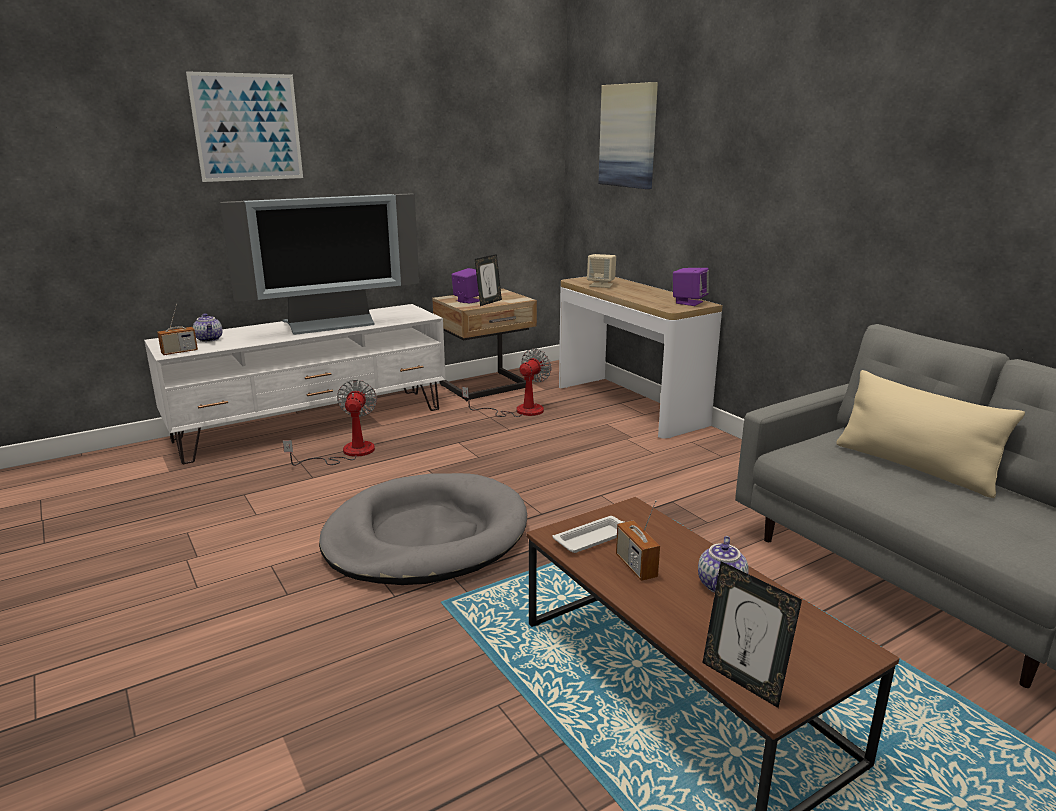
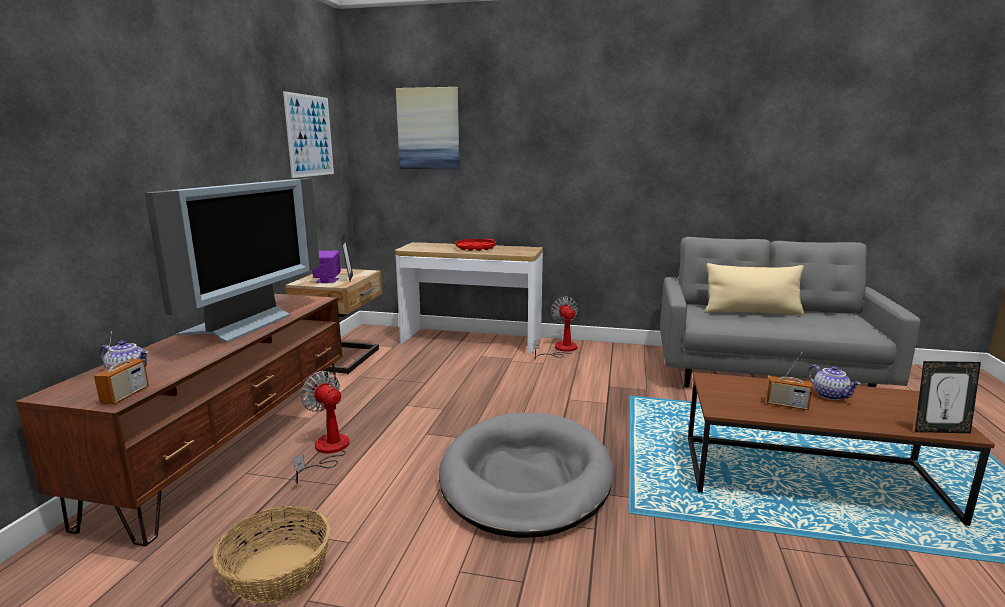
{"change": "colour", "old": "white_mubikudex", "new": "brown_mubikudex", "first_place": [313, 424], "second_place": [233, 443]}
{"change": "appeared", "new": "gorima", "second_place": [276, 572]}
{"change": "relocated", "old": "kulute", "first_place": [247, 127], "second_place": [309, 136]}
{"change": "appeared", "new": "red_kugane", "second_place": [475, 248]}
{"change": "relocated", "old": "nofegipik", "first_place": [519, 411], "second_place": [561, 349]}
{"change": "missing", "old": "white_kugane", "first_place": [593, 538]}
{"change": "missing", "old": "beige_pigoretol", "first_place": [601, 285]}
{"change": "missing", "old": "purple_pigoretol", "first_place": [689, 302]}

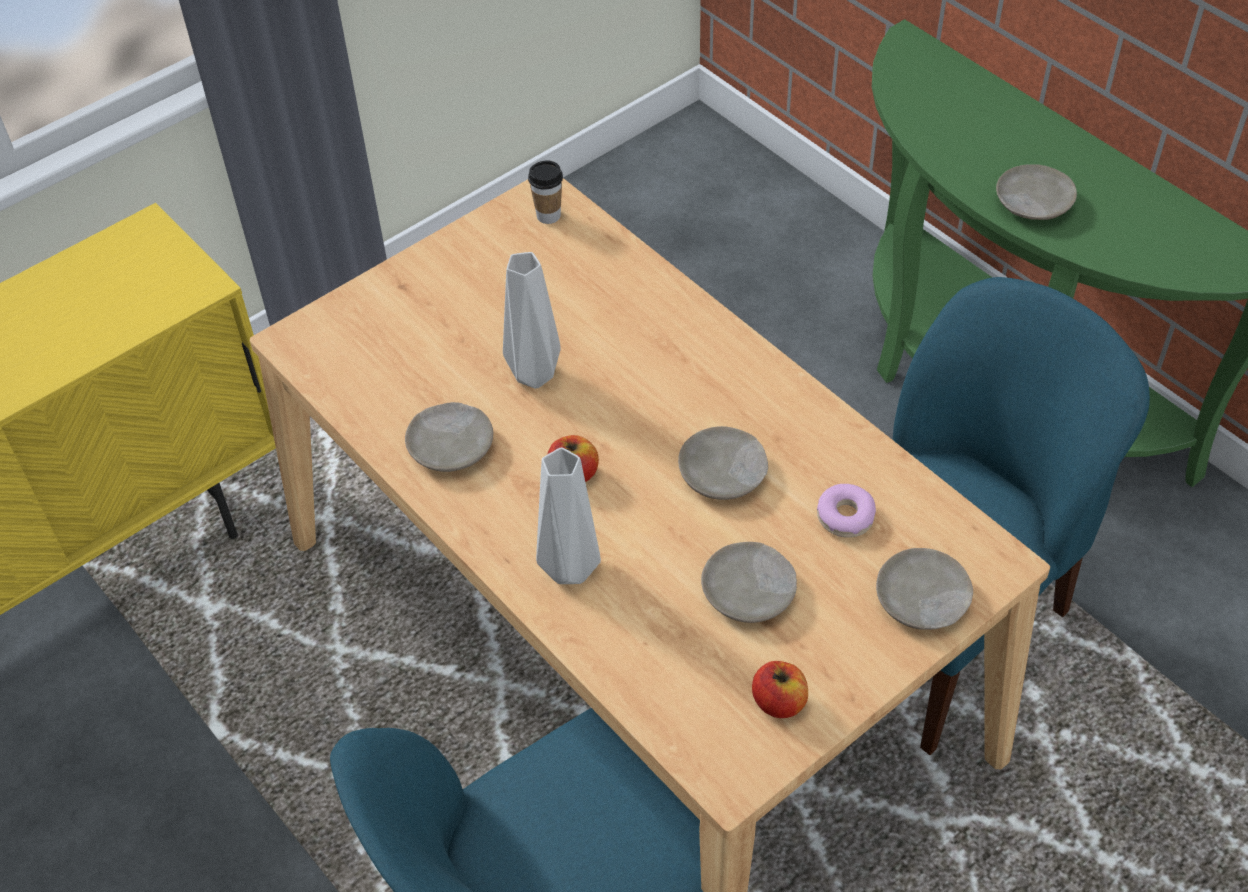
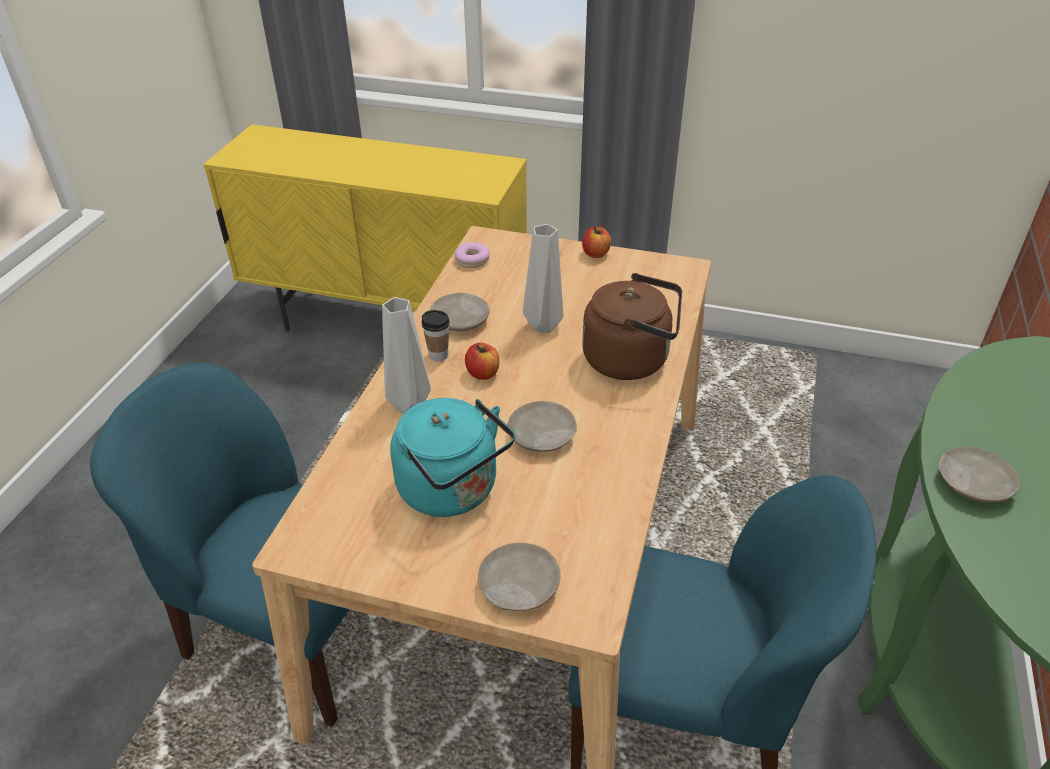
{"change": "exchanged", "old": "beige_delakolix", "new": "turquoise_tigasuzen", "first_place": [749, 592], "second_place": [453, 491]}
{"change": "relocated", "old": "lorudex", "first_place": [548, 215], "second_place": [438, 355]}
{"change": "relocated", "old": "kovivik", "first_place": [845, 516], "second_place": [472, 260]}
{"change": "relocated", "old": "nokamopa", "first_place": [779, 702], "second_place": [596, 253]}
{"change": "appeared", "new": "brown_tigasuzen", "second_place": [631, 359]}

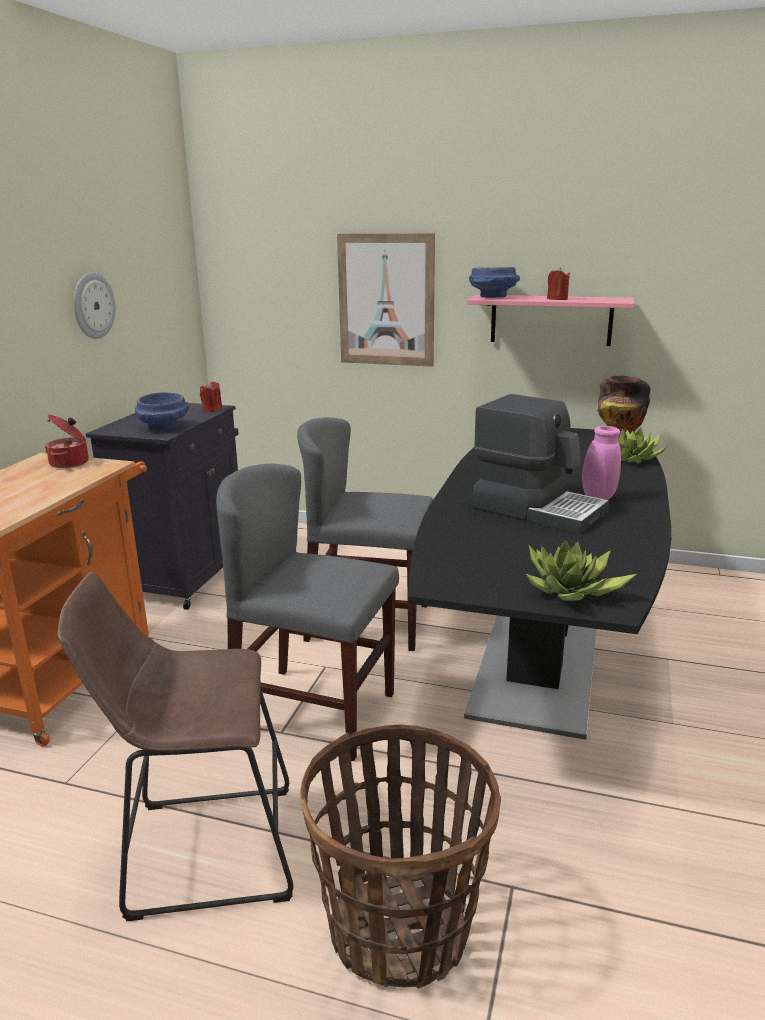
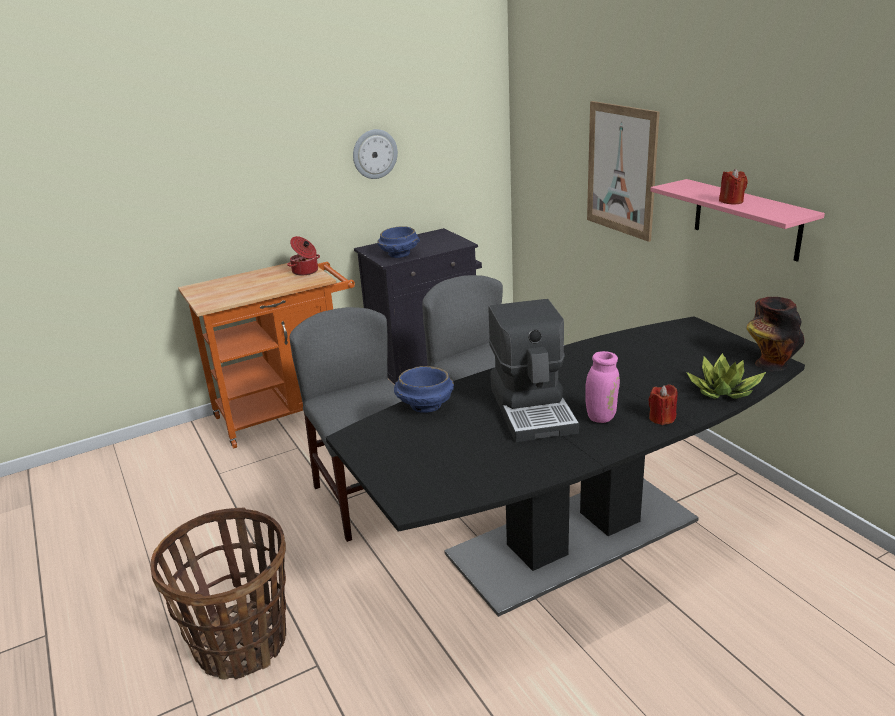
{"change": "relocated", "old": "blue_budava", "first_place": [492, 297], "second_place": [425, 406]}
{"change": "relocated", "old": "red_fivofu", "first_place": [212, 410], "second_place": [662, 418]}
{"change": "missing", "old": "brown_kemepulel", "first_place": [201, 850]}
{"change": "missing", "old": "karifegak", "first_place": [571, 591]}

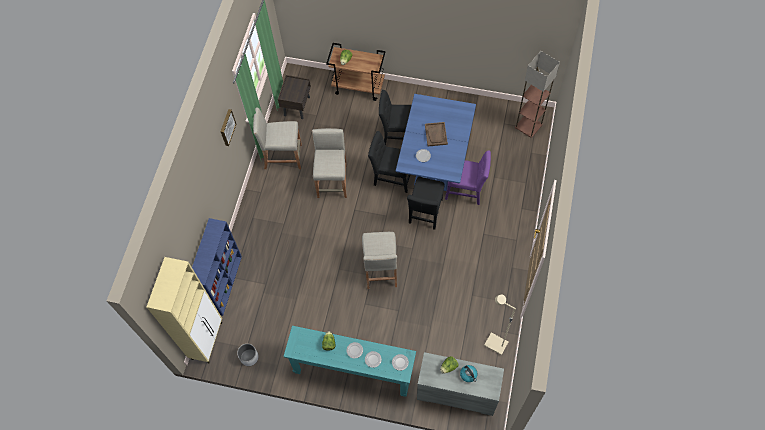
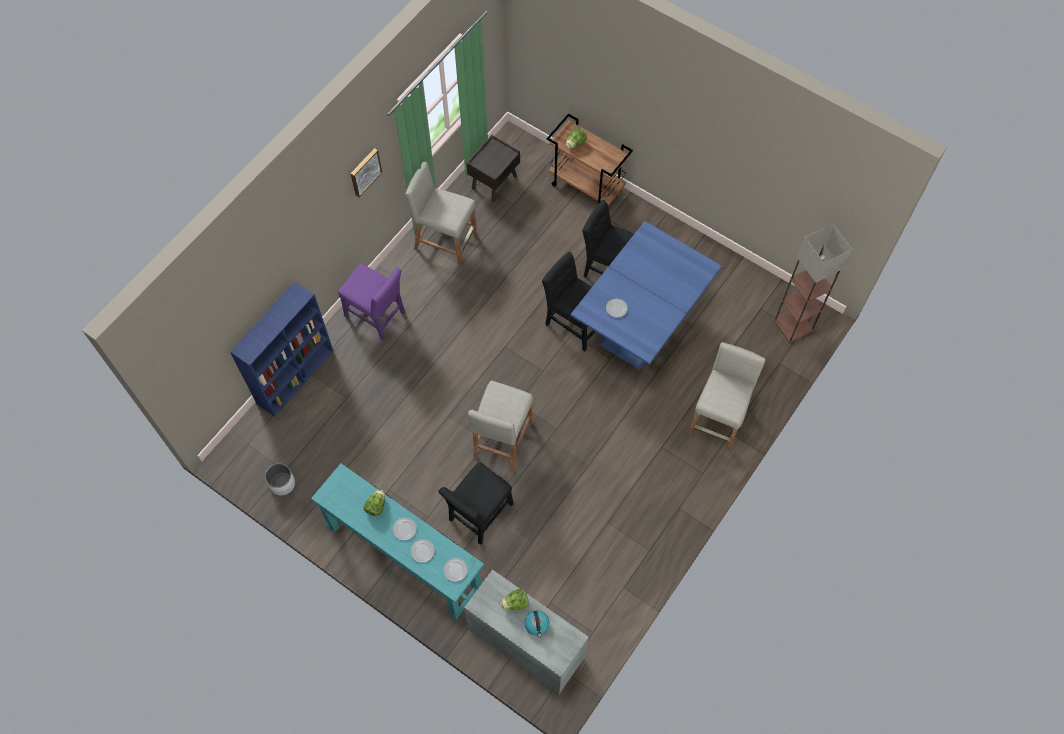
{"change": "relocated", "old": "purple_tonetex", "first_place": [466, 191], "second_place": [377, 316]}
{"change": "relocated", "old": "black_tonetex", "first_place": [425, 213], "second_place": [479, 515]}
{"change": "relocated", "old": "beige_kemepulel", "first_place": [333, 181], "second_place": [718, 419]}
{"change": "missing", "old": "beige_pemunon", "first_place": [207, 340]}
{"change": "missing", "old": "brown_kugane", "first_place": [436, 134]}
{"change": "missing", "old": "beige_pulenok", "first_place": [495, 344]}

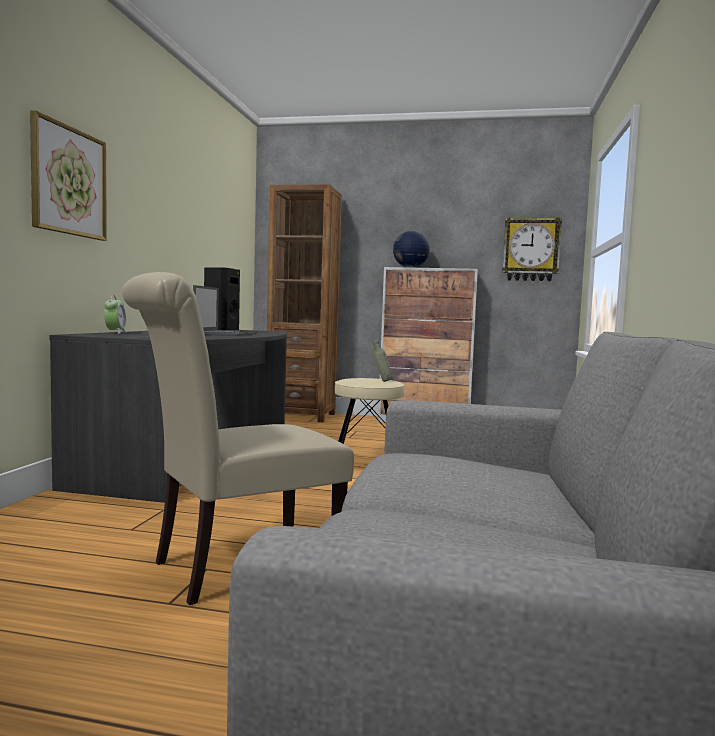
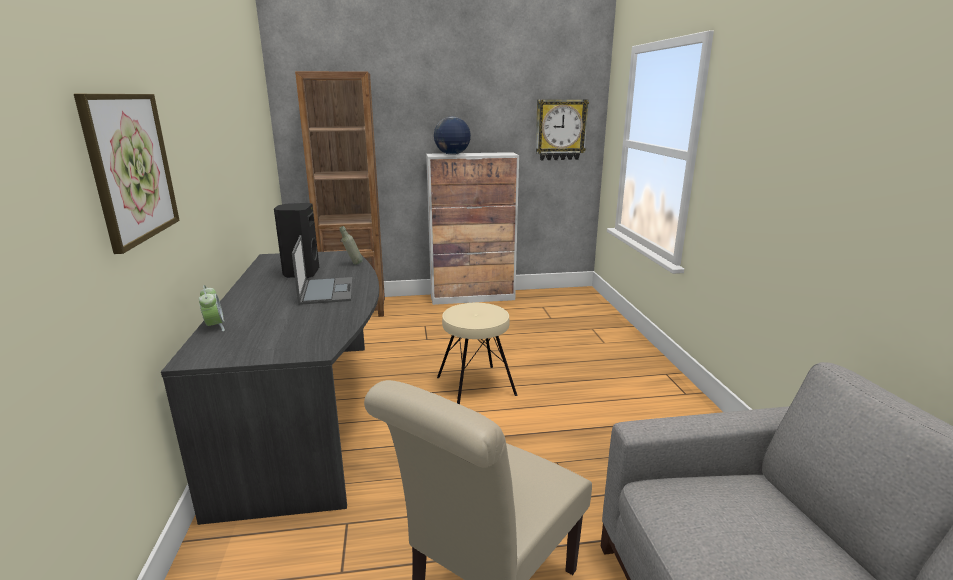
{"change": "relocated", "old": "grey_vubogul", "first_place": [381, 381], "second_place": [353, 264]}

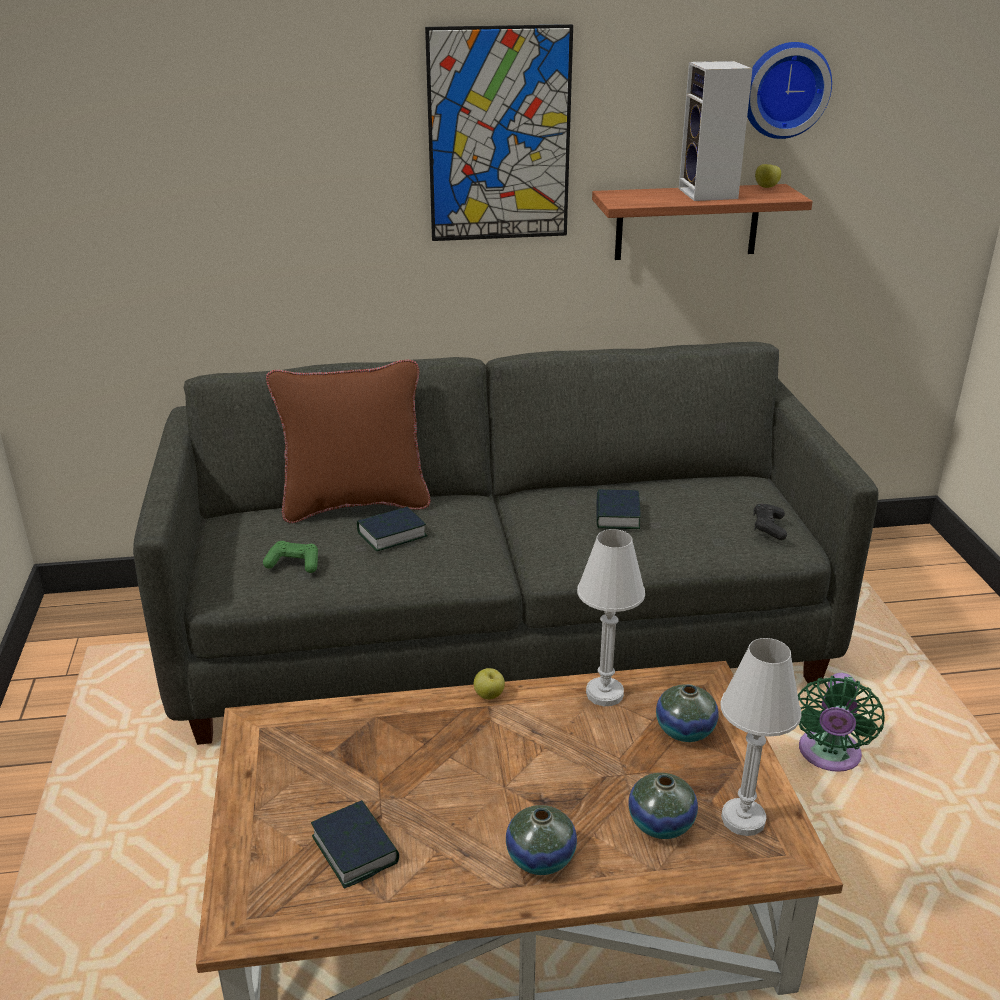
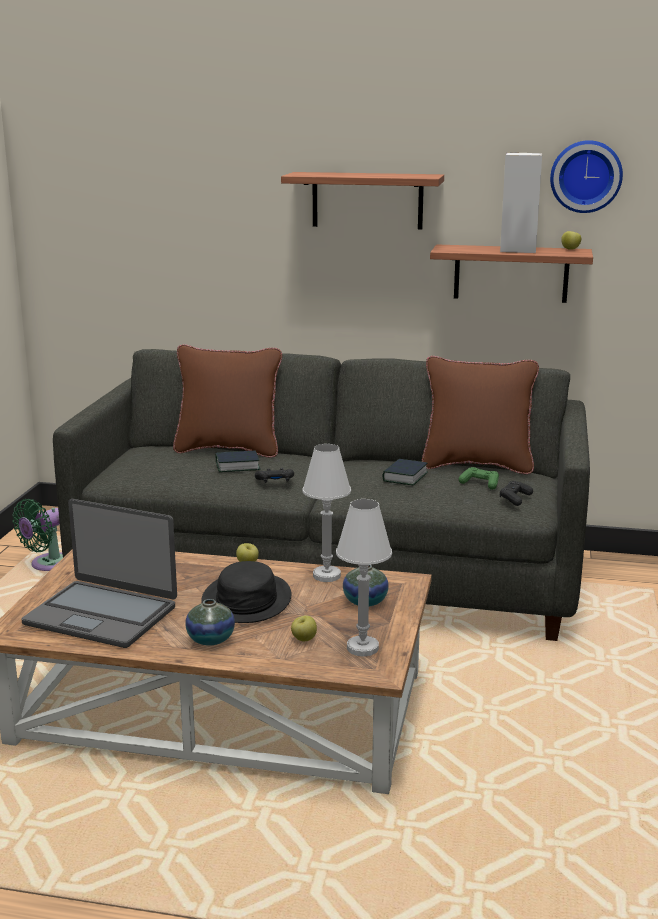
{"change": "relocated", "old": "green_nofegipik", "first_place": [828, 756], "second_place": [47, 565]}
{"change": "exchanged", "old": "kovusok", "new": "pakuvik", "first_place": [355, 849], "second_place": [102, 615]}
{"change": "appeared", "new": "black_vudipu", "second_place": [246, 600]}
{"change": "appeared", "new": "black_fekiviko", "second_place": [275, 481]}
{"change": "exchanged", "old": "kulute", "new": "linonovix", "first_place": [499, 136], "second_place": [367, 200]}
{"change": "exchanged", "old": "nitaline", "new": "nokamopa", "first_place": [661, 823], "second_place": [304, 639]}
{"change": "appeared", "new": "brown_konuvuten", "second_place": [477, 465]}
{"change": "relocated", "old": "green_fekiviko", "first_place": [294, 564], "second_place": [480, 484]}

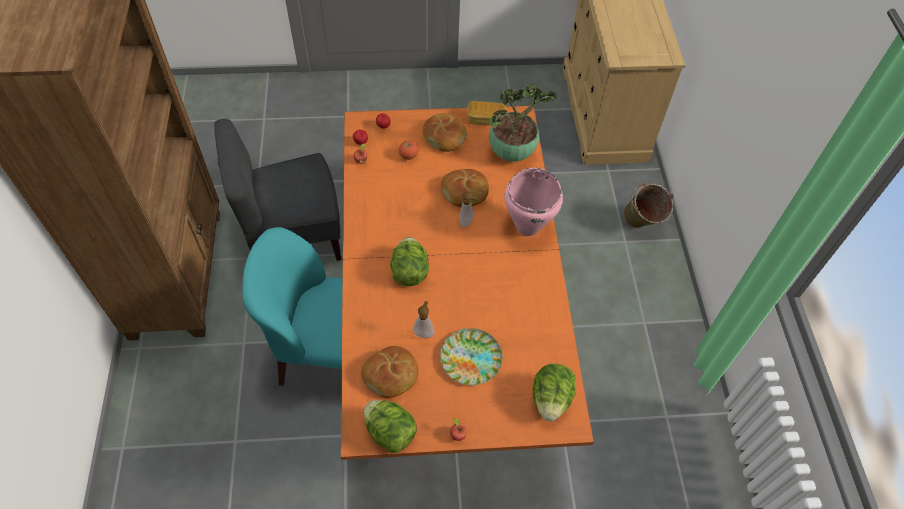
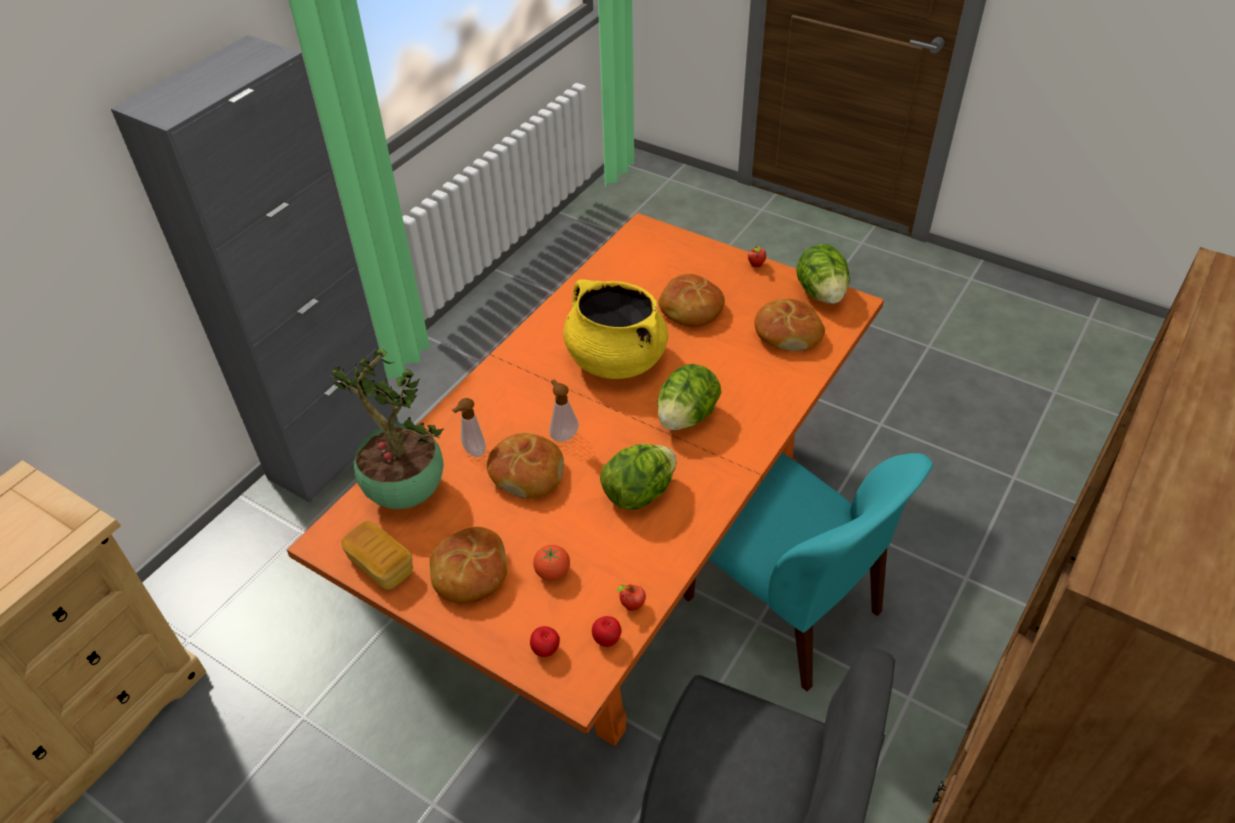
{"change": "appeared", "new": "grey_pemunon", "second_place": [334, 448]}
{"change": "relocated", "old": "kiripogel", "first_place": [424, 332], "second_place": [472, 452]}
{"change": "appeared", "new": "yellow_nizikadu", "second_place": [615, 359]}
{"change": "relocated", "old": "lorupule", "first_place": [551, 399], "second_place": [638, 493]}
{"change": "exchanged", "old": "delakolix", "new": "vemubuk", "first_place": [471, 358], "second_place": [690, 309]}
{"change": "missing", "old": "pink_nizikadu", "first_place": [527, 227]}
{"change": "missing", "old": "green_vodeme", "first_place": [641, 225]}

